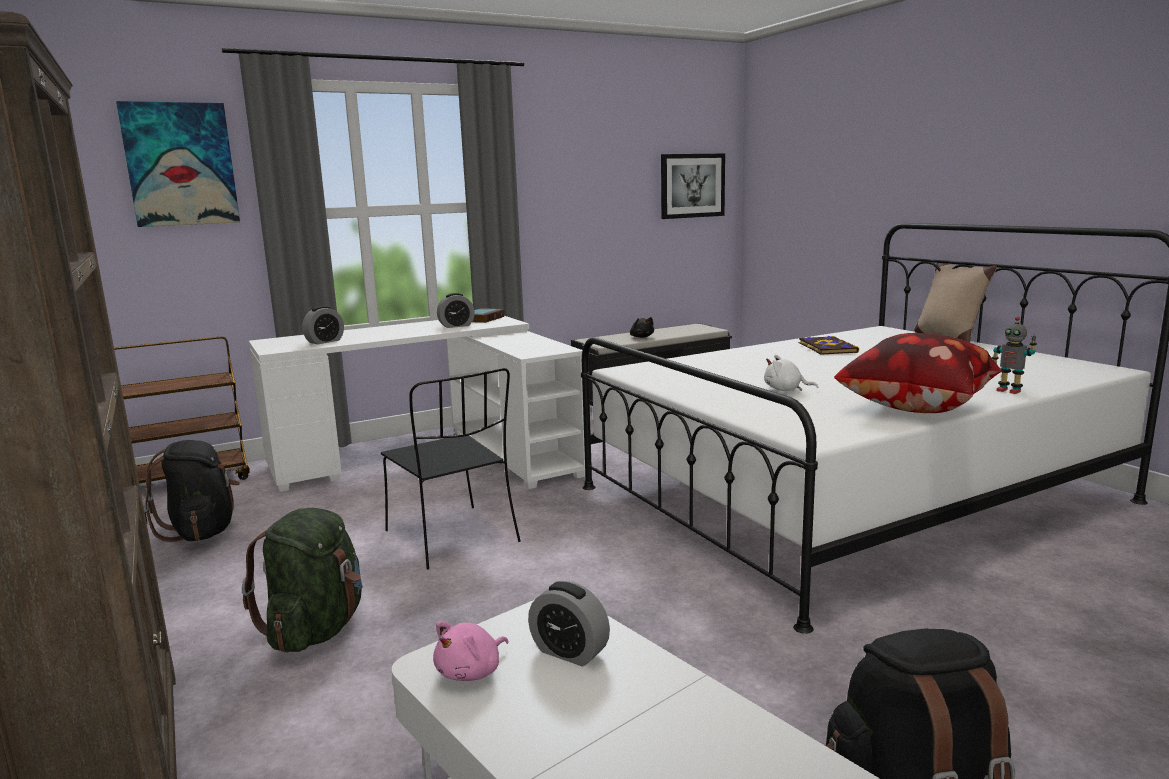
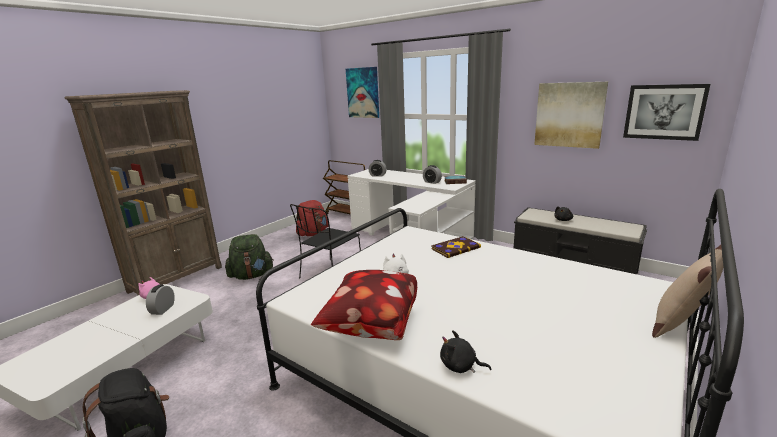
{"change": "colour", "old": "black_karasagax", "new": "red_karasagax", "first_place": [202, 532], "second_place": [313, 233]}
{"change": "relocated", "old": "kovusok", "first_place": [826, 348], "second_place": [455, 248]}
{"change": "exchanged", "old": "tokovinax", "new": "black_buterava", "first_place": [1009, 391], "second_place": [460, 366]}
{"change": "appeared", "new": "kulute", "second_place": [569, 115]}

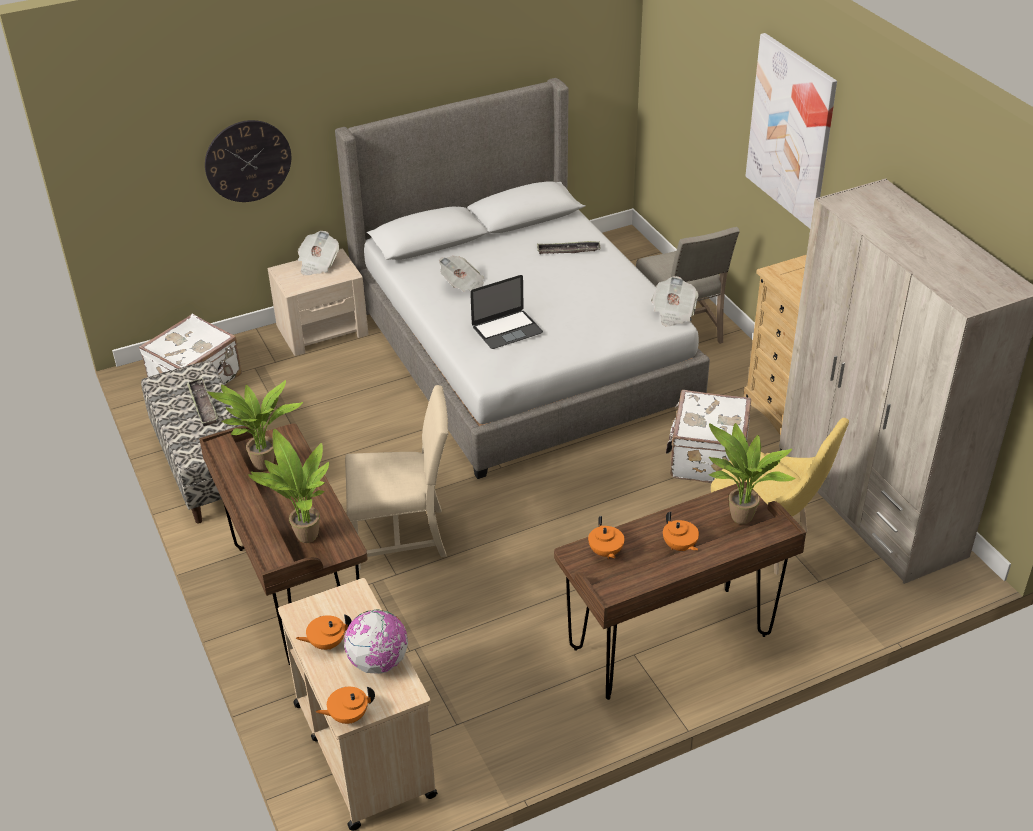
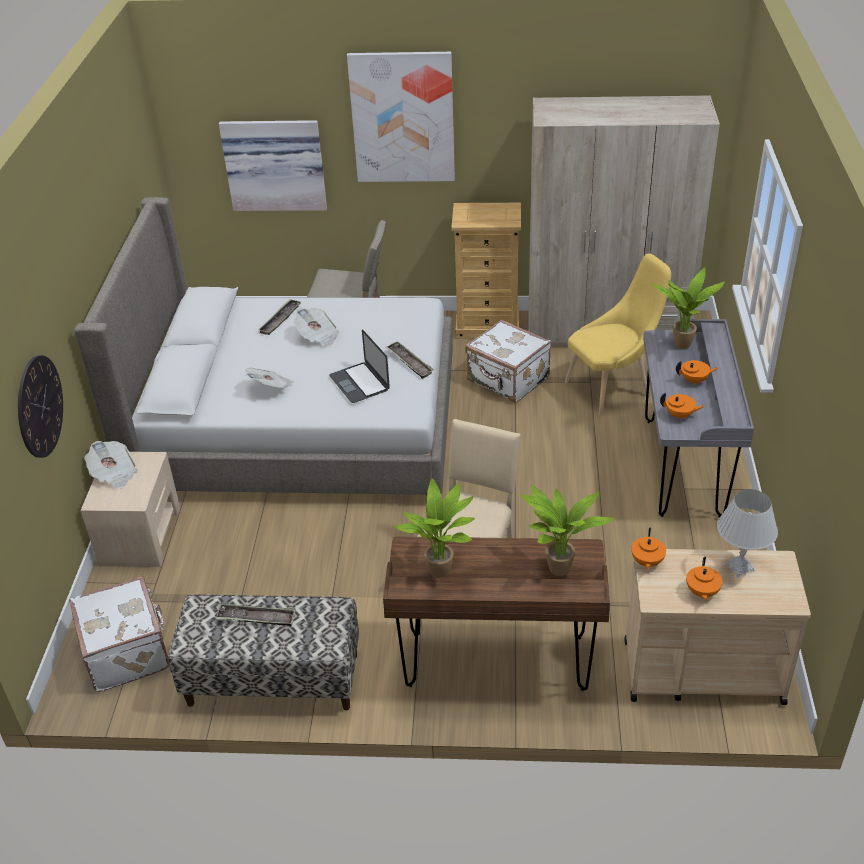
{"change": "appeared", "new": "kulute", "second_place": [275, 164]}
{"change": "relocated", "old": "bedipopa", "first_place": [673, 313], "second_place": [318, 337]}
{"change": "spun", "old": "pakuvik", "first_place": [507, 329], "second_place": [359, 382], "degrees": 150}
{"change": "appeared", "new": "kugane", "second_place": [409, 362]}
{"change": "relocated", "old": "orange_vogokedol", "first_place": [348, 716], "second_place": [646, 562]}
{"change": "colour", "old": "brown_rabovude", "new": "grey_rabovude", "first_place": [670, 643], "second_place": [683, 467]}
{"change": "exchanged", "old": "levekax", "new": "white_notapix", "first_place": [379, 662], "second_place": [739, 567]}

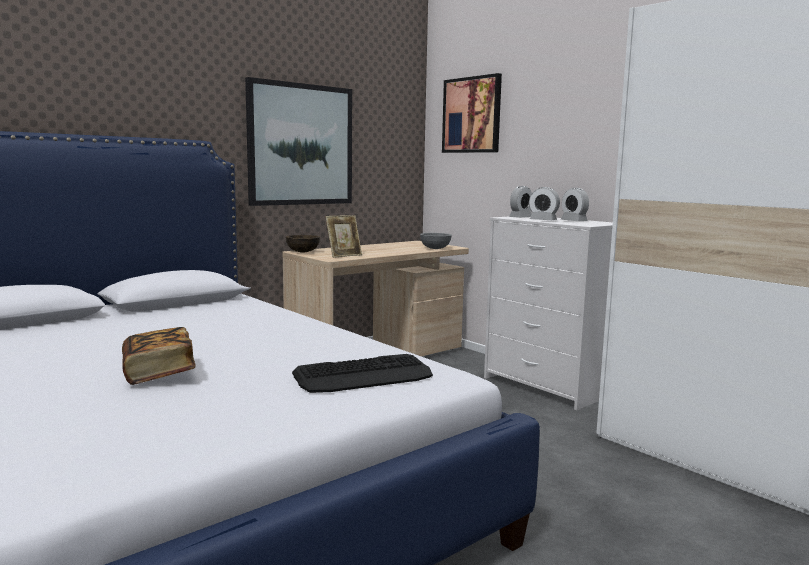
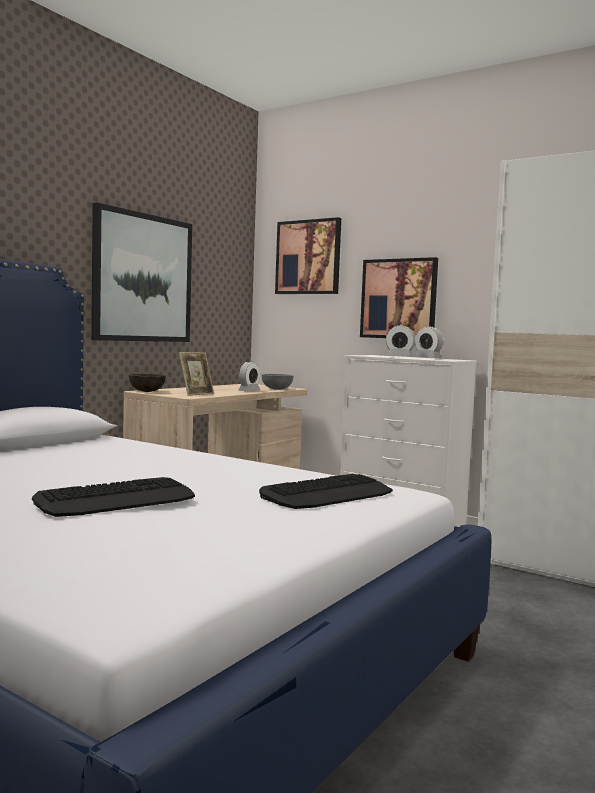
{"change": "exchanged", "old": "kovusok", "new": "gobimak", "first_place": [159, 373], "second_place": [117, 499]}
{"change": "relocated", "old": "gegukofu", "first_place": [520, 217], "second_place": [249, 391]}
{"change": "appeared", "new": "kulute", "second_place": [398, 299]}

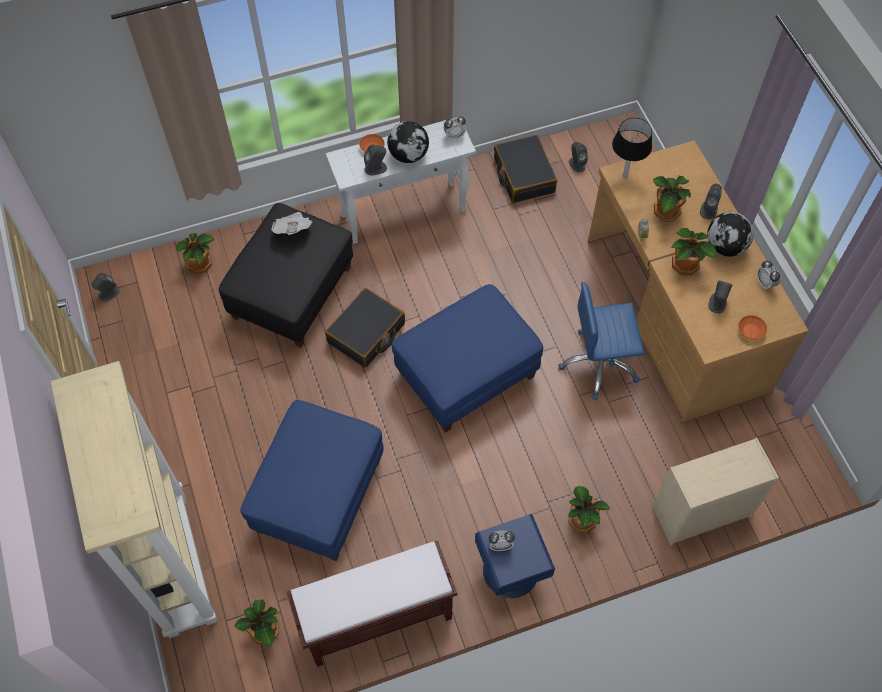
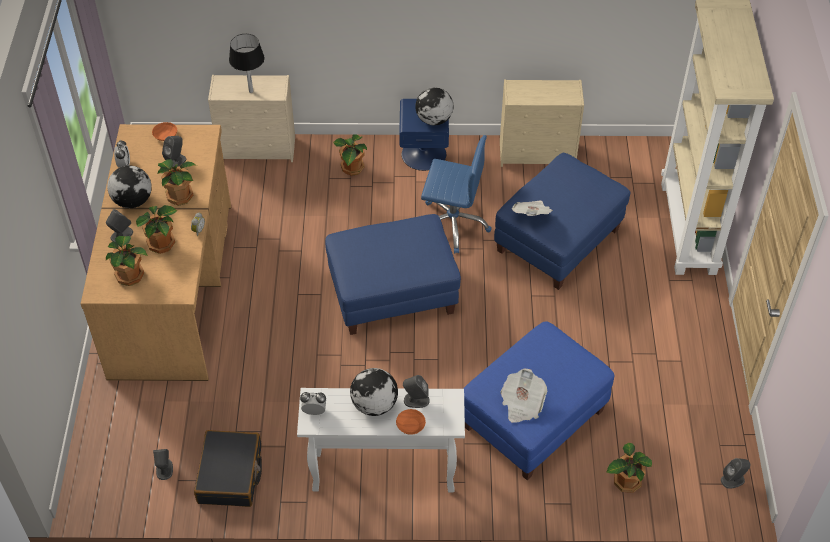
{"change": "relocated", "old": "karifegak", "first_place": [264, 632], "second_place": [130, 275]}
{"change": "relocated", "old": "black_notapix", "first_place": [624, 176], "second_place": [251, 91]}
{"change": "exchanged", "old": "gegukofu", "new": "levekax", "first_place": [500, 545], "second_place": [433, 120]}
{"change": "relocated", "old": "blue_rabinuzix", "first_place": [599, 364], "second_place": [453, 224]}
{"change": "colour", "old": "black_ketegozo", "new": "blue_ketegozo", "first_place": [292, 293], "second_place": [533, 420]}
{"change": "exchanged", "old": "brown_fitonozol", "new": "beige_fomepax", "first_place": [376, 619], "second_place": [538, 154]}
{"change": "appeared", "new": "bedipopa", "second_place": [531, 215]}
{"change": "missing", "old": "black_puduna", "first_place": [366, 333]}

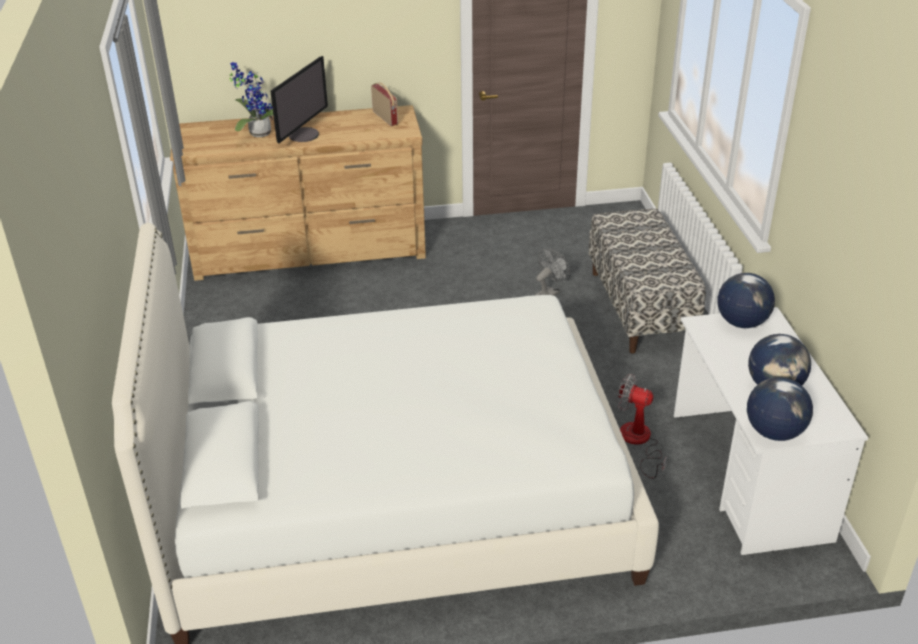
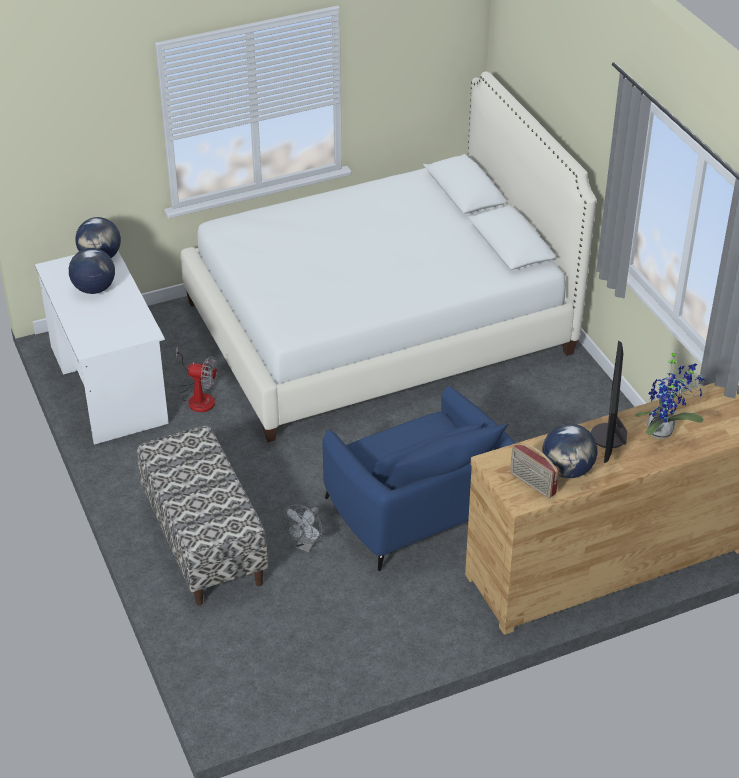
{"change": "appeared", "new": "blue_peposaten", "second_place": [417, 510]}
{"change": "relocated", "old": "levekax", "first_place": [742, 322], "second_place": [567, 470]}

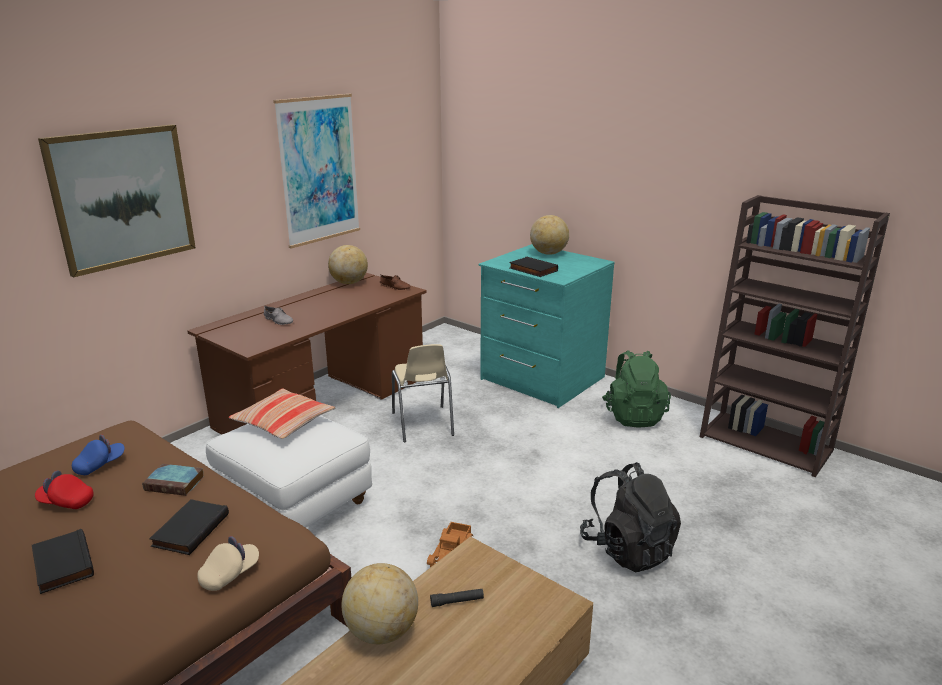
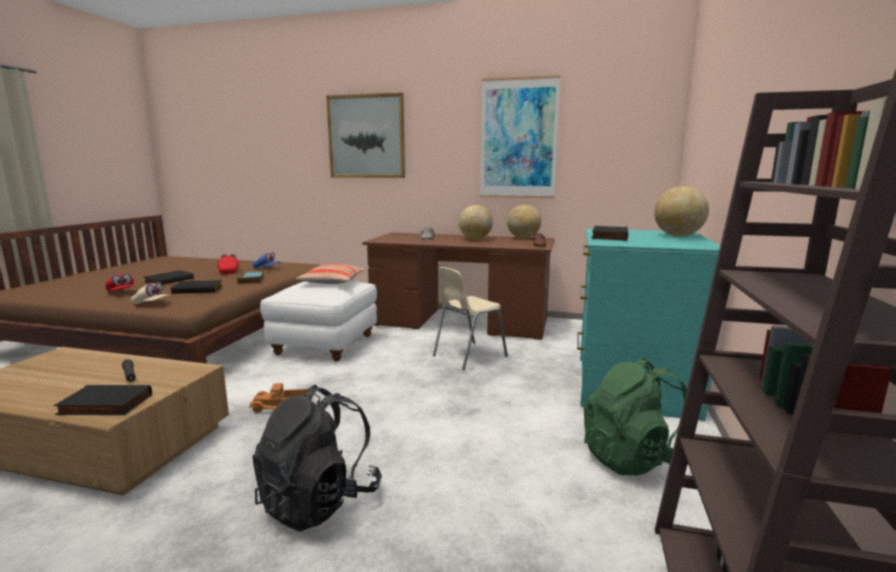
{"change": "appeared", "new": "black_kovusok", "second_place": [104, 405]}
{"change": "appeared", "new": "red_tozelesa", "second_place": [121, 292]}
{"change": "relocated", "old": "levekax", "first_place": [381, 631], "second_place": [475, 239]}

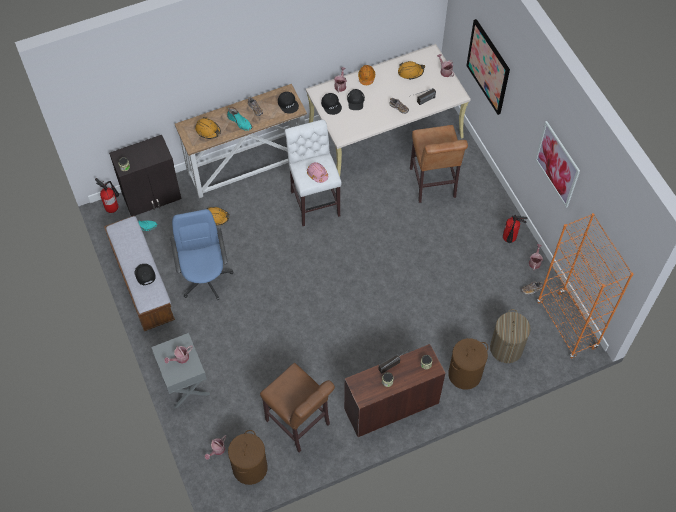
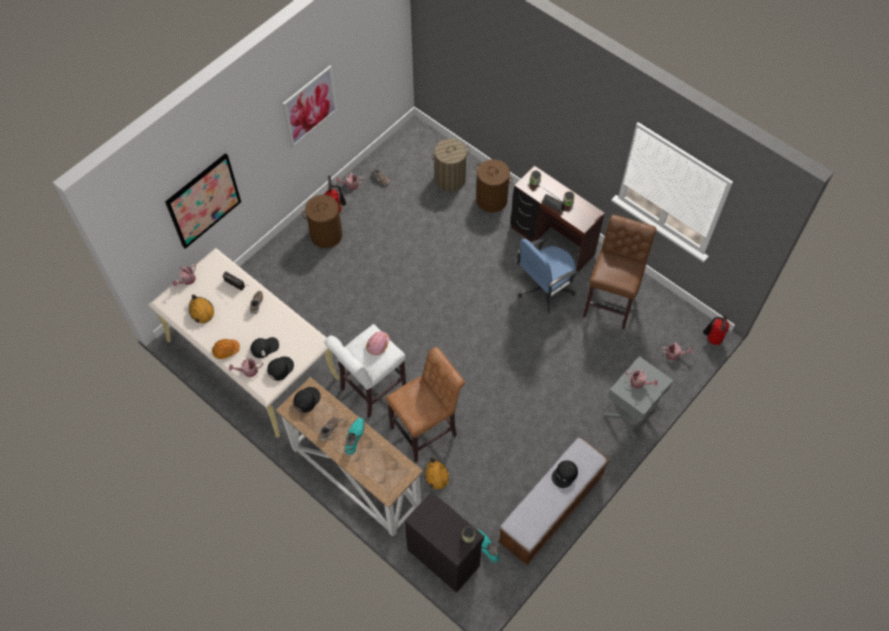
{"change": "relocated", "old": "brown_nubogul", "first_place": [250, 467], "second_place": [326, 235]}
{"change": "relocated", "old": "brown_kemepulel", "first_place": [433, 185], "second_place": [427, 430]}
{"change": "relocated", "old": "blue_rabinuzix", "first_place": [205, 277], "second_place": [544, 289]}
{"change": "relocated", "old": "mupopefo", "first_place": [112, 206], "second_place": [712, 340]}
{"change": "missing", "old": "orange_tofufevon", "first_place": [208, 130]}
{"change": "missing", "old": "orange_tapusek", "first_place": [566, 325]}

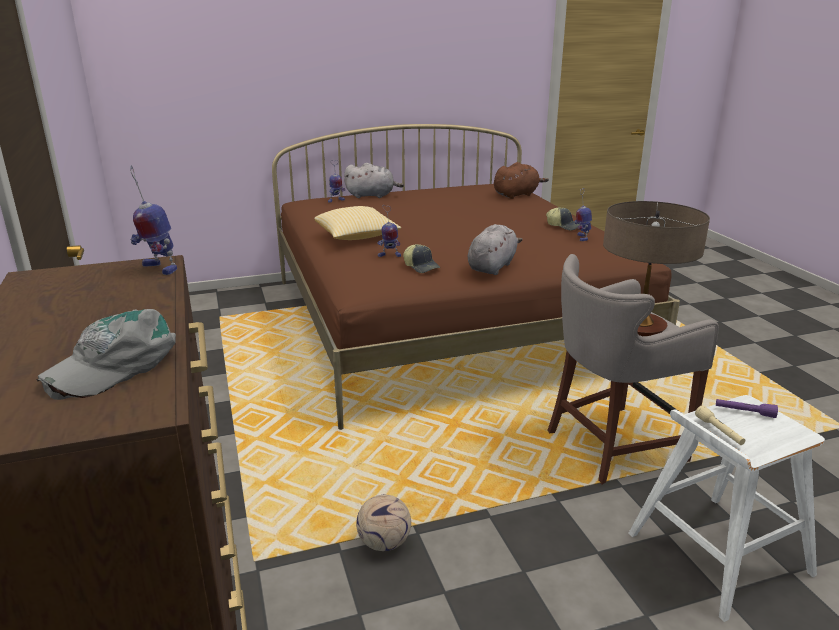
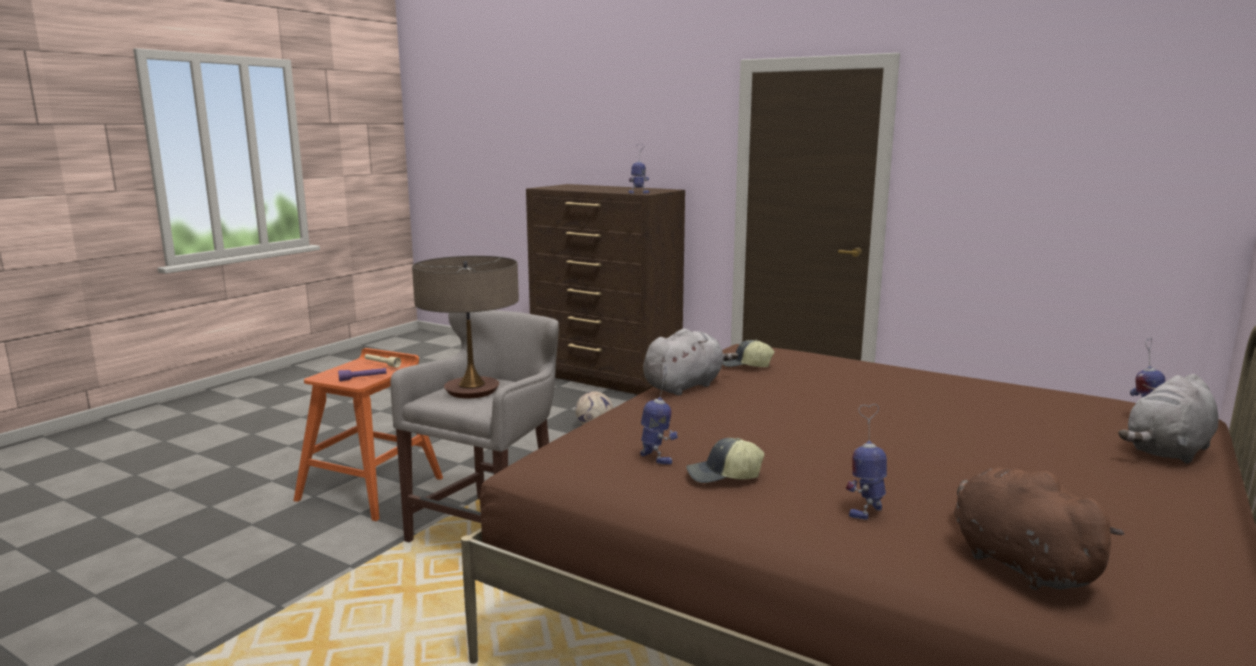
{"change": "colour", "old": "white_kemepulel", "new": "orange_kemepulel", "first_place": [717, 554], "second_place": [372, 488]}
{"change": "spun", "old": "grey_buterava", "first_place": [492, 266], "second_place": [685, 386], "degrees": -120}
{"change": "relocated", "old": "tokovinax", "first_place": [389, 255], "second_place": [867, 510]}
{"change": "spun", "old": "brown_buterava", "first_place": [517, 195], "second_place": [1017, 563], "degrees": 135}
{"change": "missing", "old": "grey_tozelesa", "first_place": [114, 365]}
{"change": "missing", "old": "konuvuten", "first_place": [356, 237]}

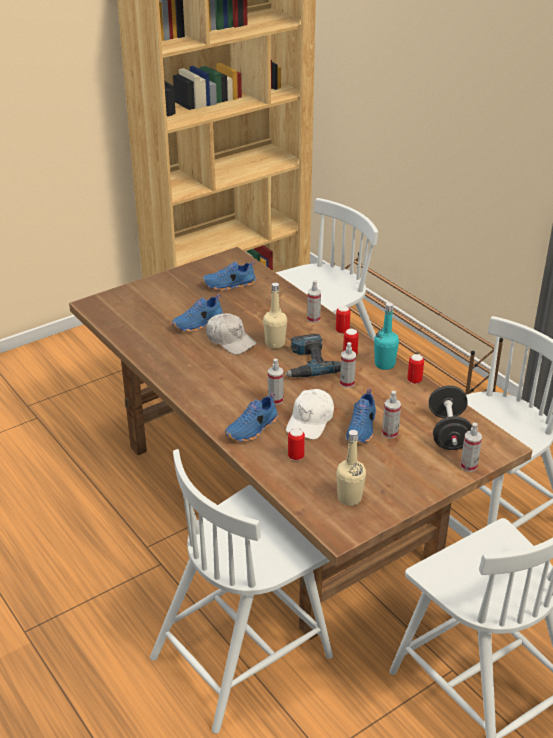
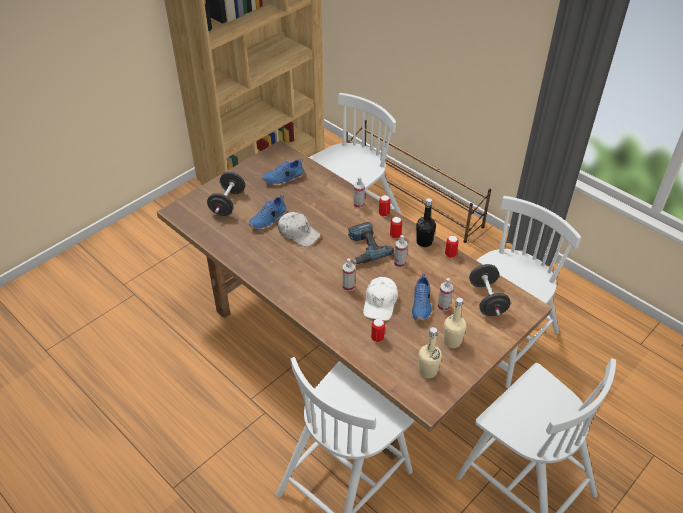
{"change": "appeared", "new": "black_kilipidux", "second_place": [227, 203]}
{"change": "colour", "old": "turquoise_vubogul", "new": "black_vubogul", "first_place": [384, 364], "second_place": [424, 242]}
{"change": "relocated", "old": "beige_vubogul", "first_place": [275, 343], "second_place": [452, 341]}
{"change": "missing", "old": "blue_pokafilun", "first_place": [253, 429]}
{"change": "missing", "old": "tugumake", "first_place": [468, 466]}

